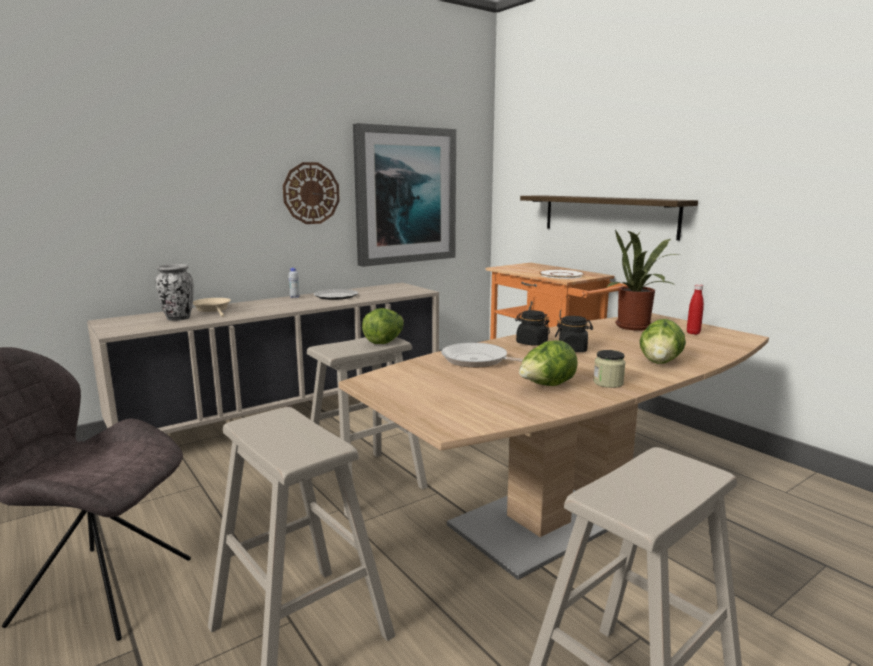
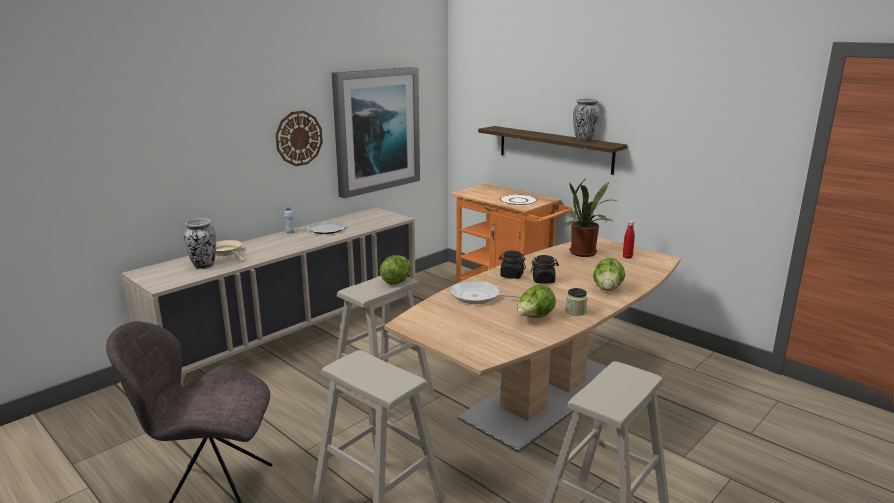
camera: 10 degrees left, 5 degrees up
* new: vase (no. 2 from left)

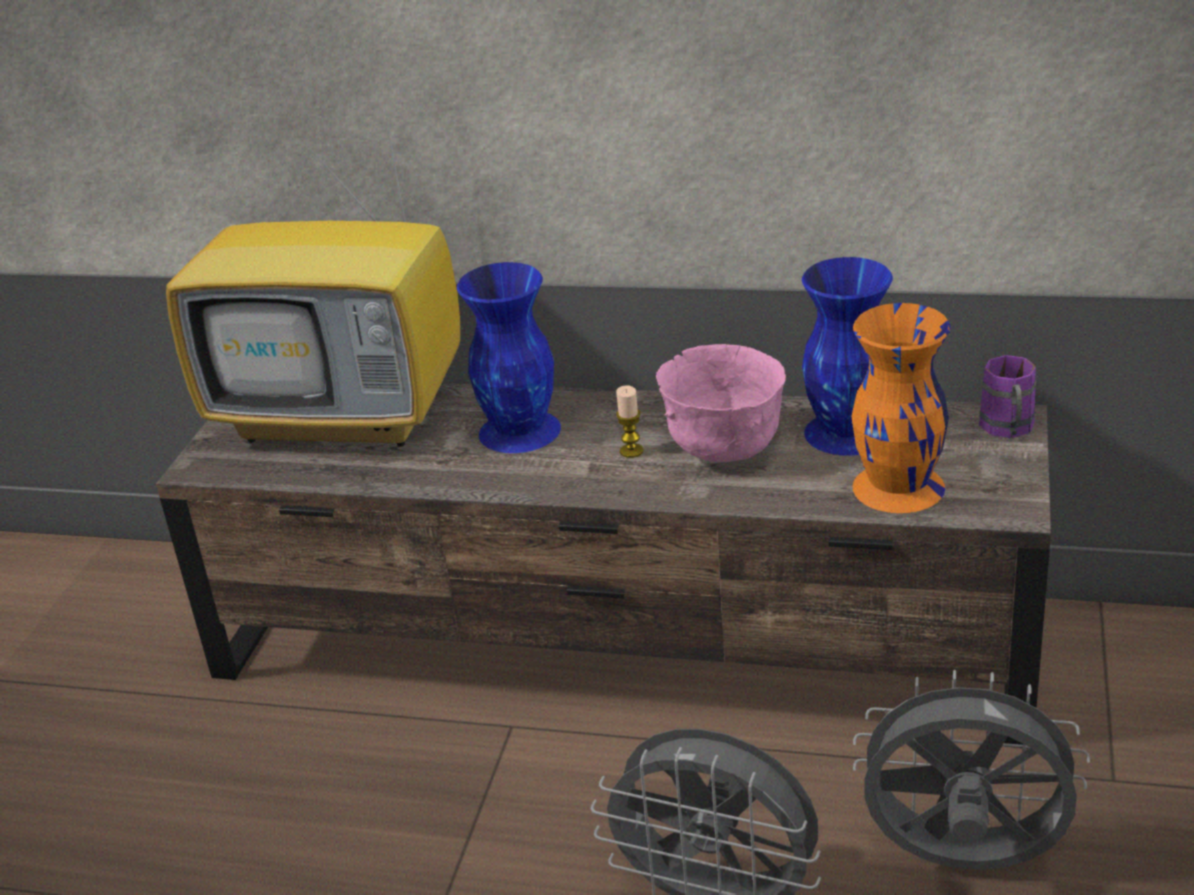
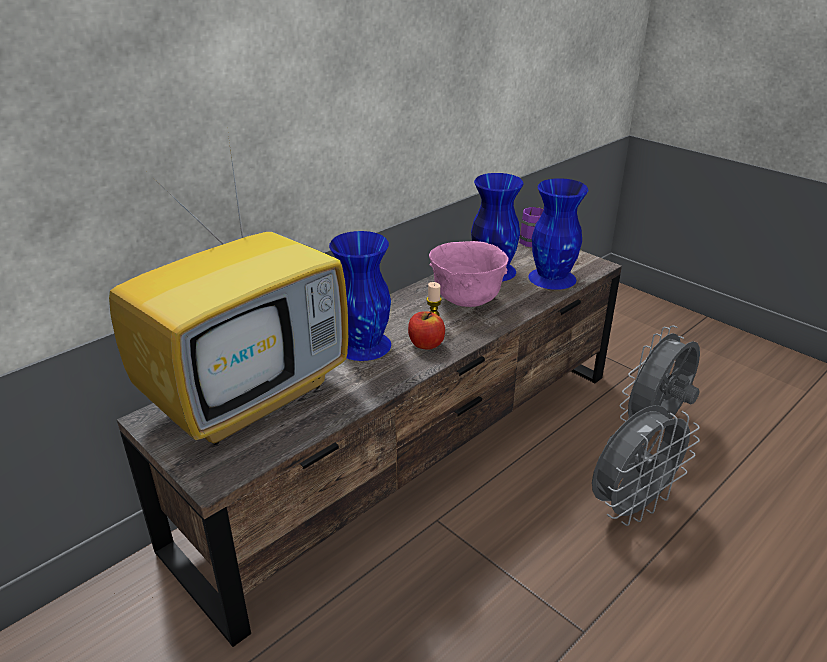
camera: 60 degrees left, 0 degrees up
* repainted: orange vase to blue vase (no. 3 from left)
* new: apple

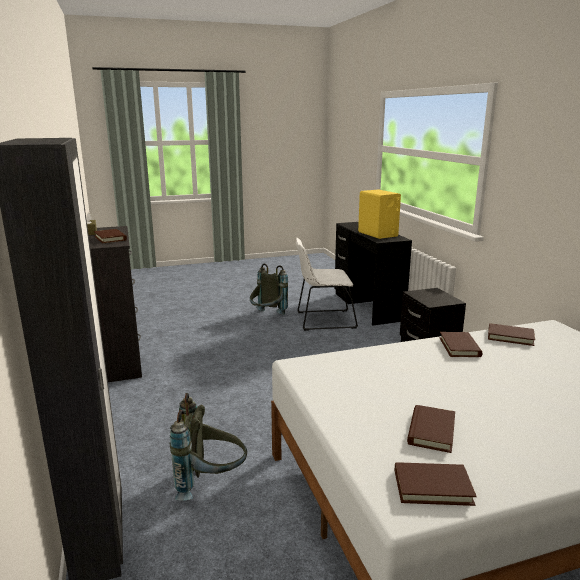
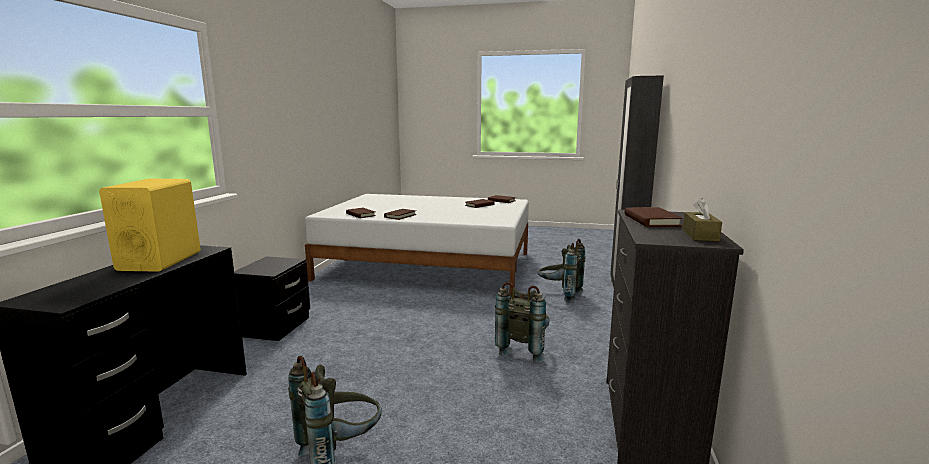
camera: 150 degrees left, 5 degrees down
* gone: white chair
* new: grey backpack (no. 2 from left)

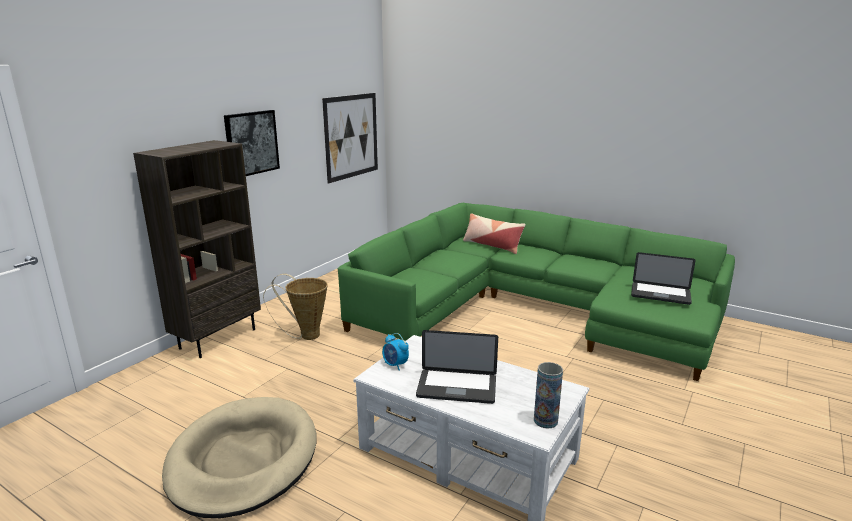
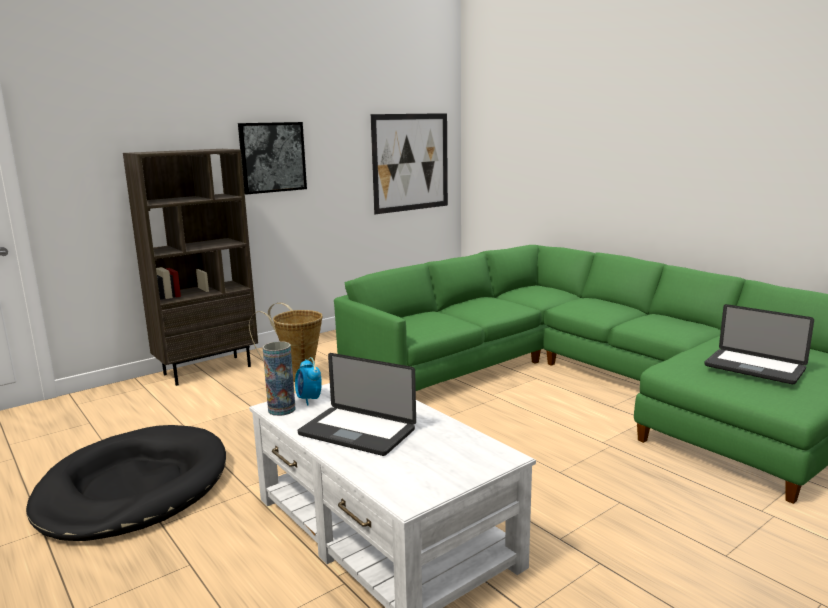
camera: 20 degrees right, 5 degrees down
* gone: pillow
* shifted: vase
* repainted: beige dog bed to black dog bed

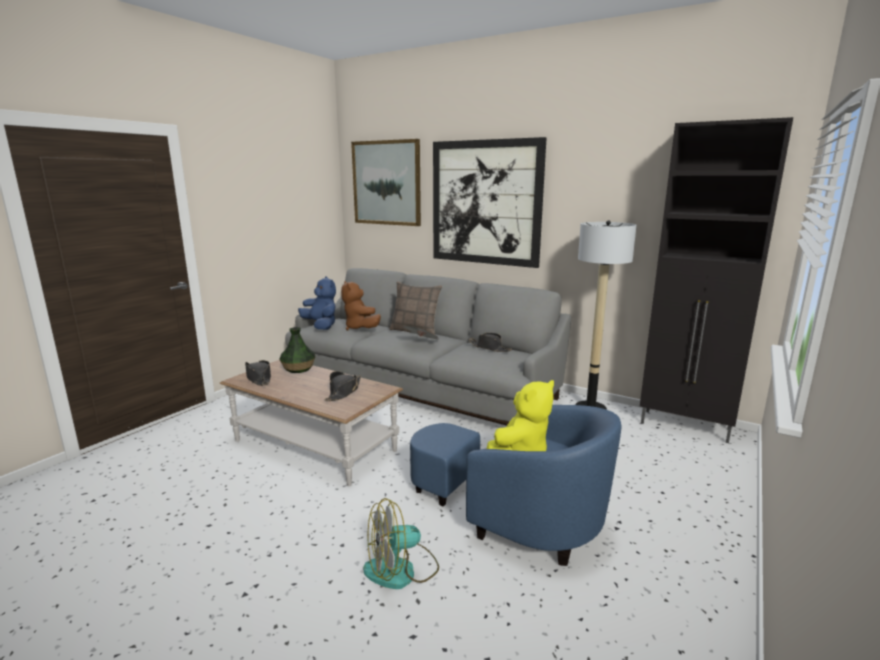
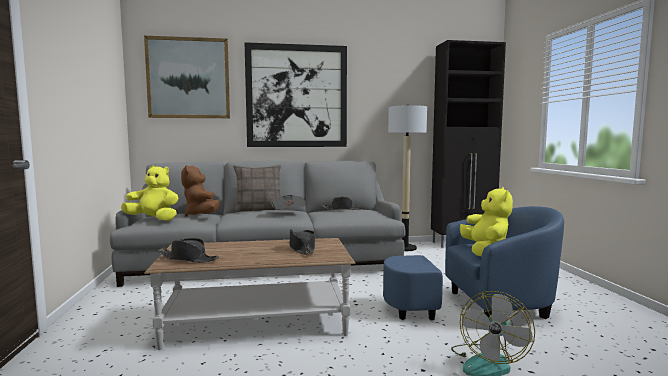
camera: 40 degrees left, 10 degrees down
* repainted: blue plush toy to yellow plush toy (no. 1 from left)
* rotated: brown plush toy 45 degrees clockwise
* gone: vase

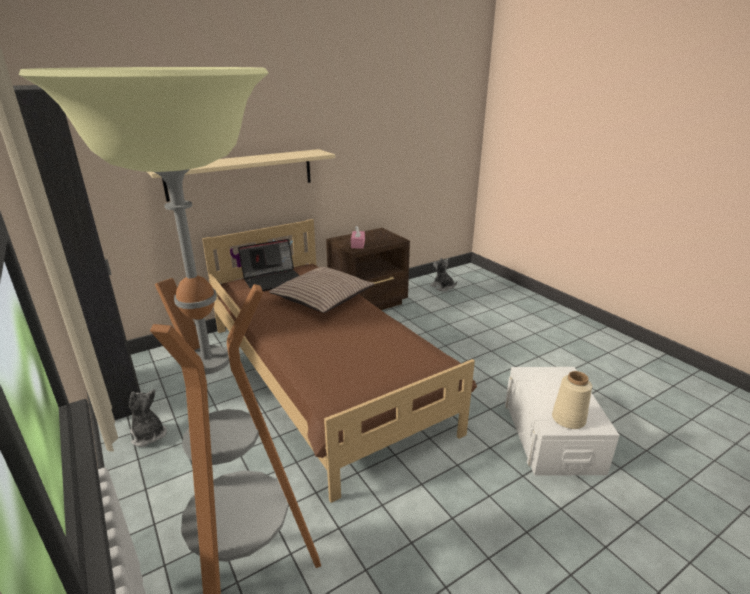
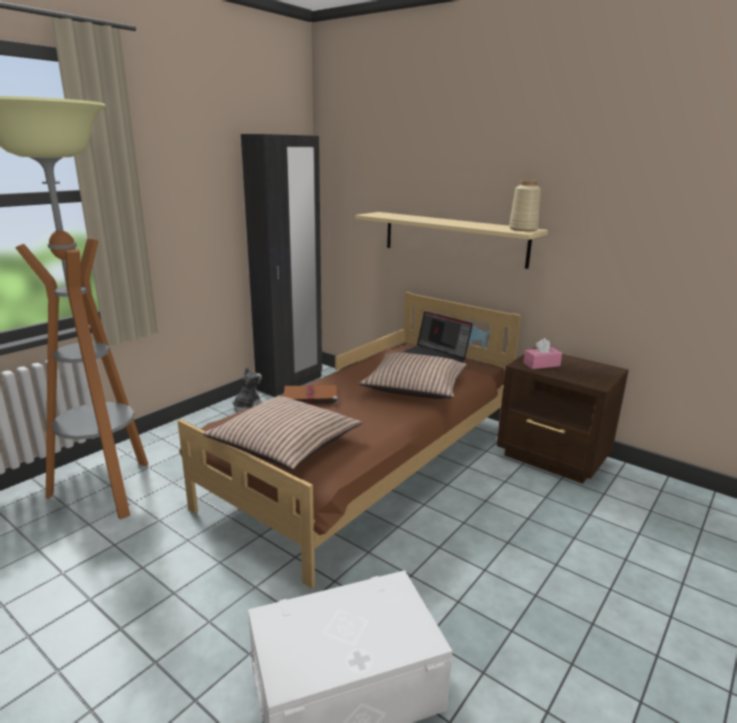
camera: 70 degrees right, 5 degrees down
* gone: plush toy (no. 2 from left)
* shifted: beige vase
* new: brown book
* new: pillow (no. 1 from left)

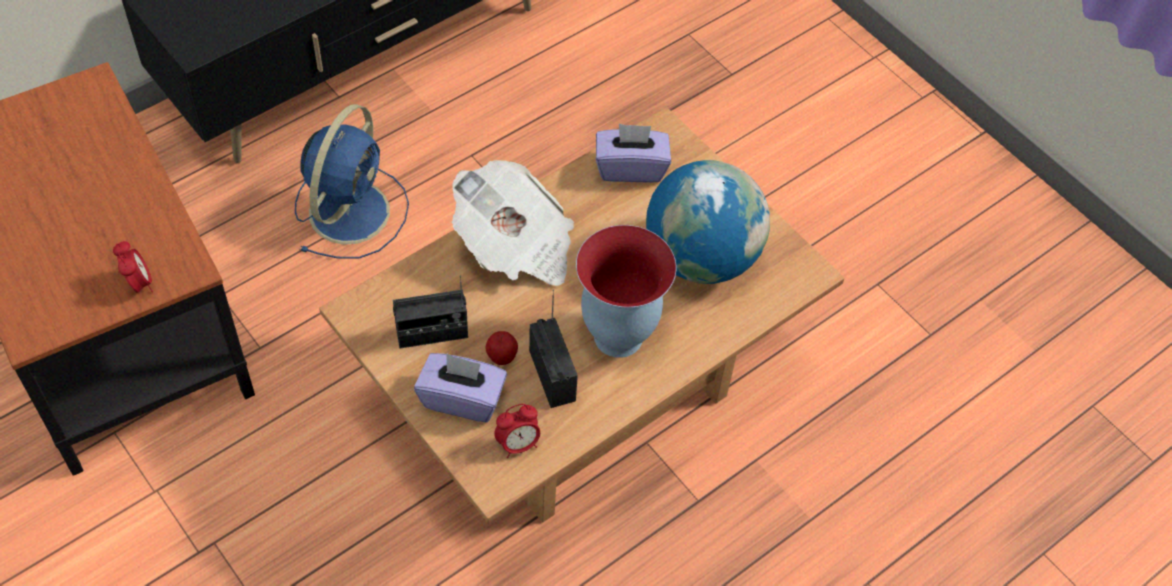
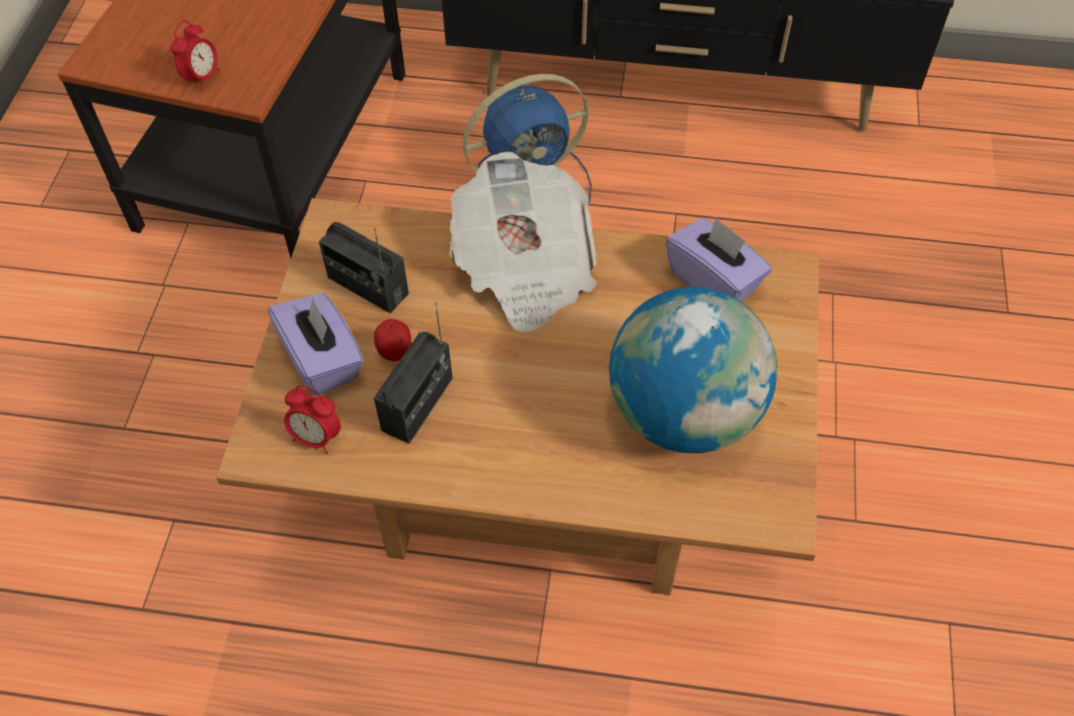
camera: 50 degrees right, 0 degrees up
* gone: vase

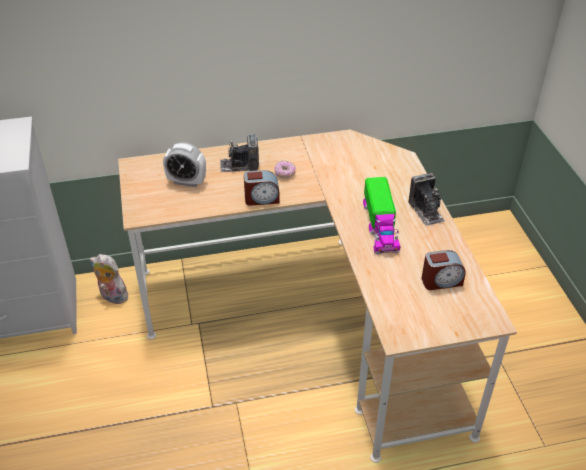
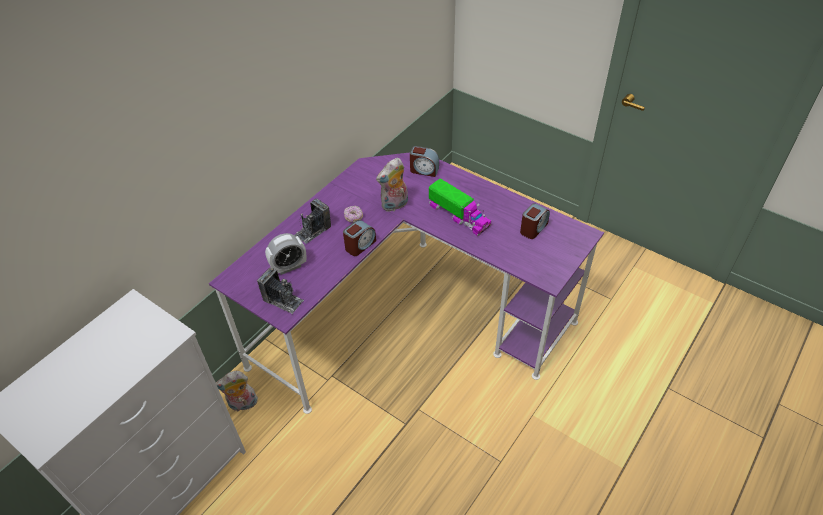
camera: 40 degrees left, 5 degrees up
* repainted: beige desk to purple desk
* shifted: photo camera (no. 2 from left in the first image) to photo camera (no. 1 from left)
* new: alarm clock (no. 3 from left)
* new: plush toy (no. 2 from left)

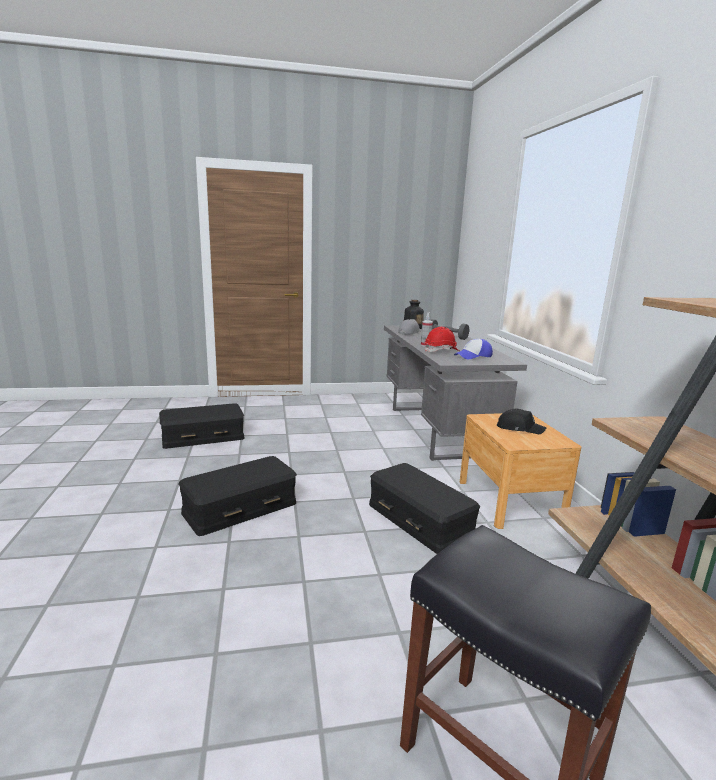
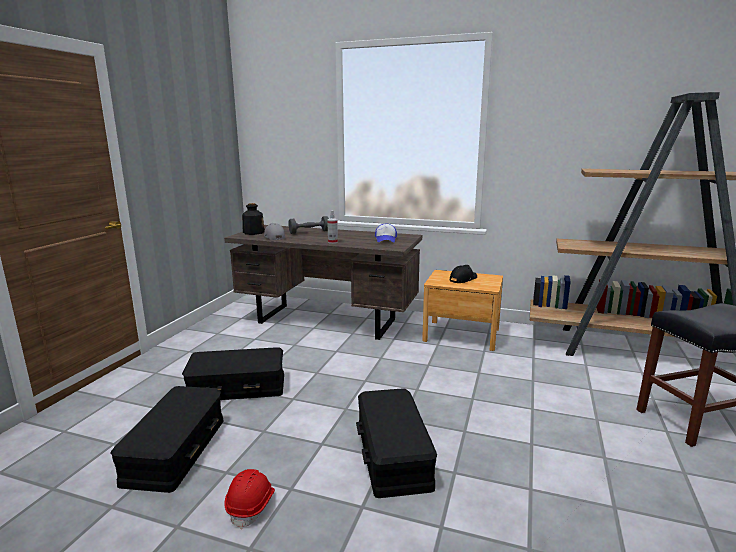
camera: 60 degrees left, 0 degrees up
* repainted: grey desk to brown desk
* shifted: red hard hat
* shifted: black storage box (no. 3 from left in the first image) to black storage box (no. 2 from left)

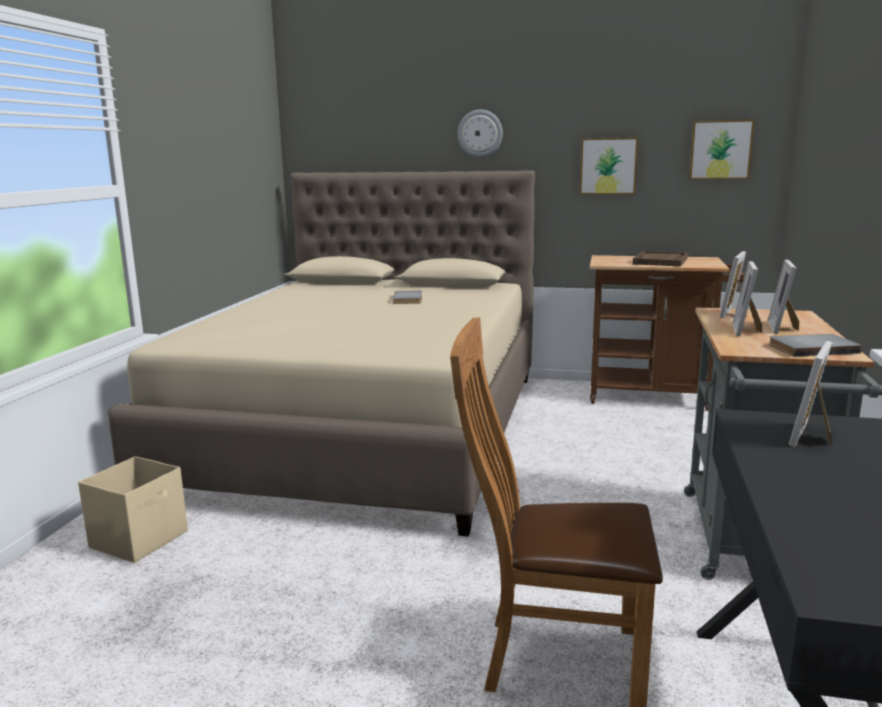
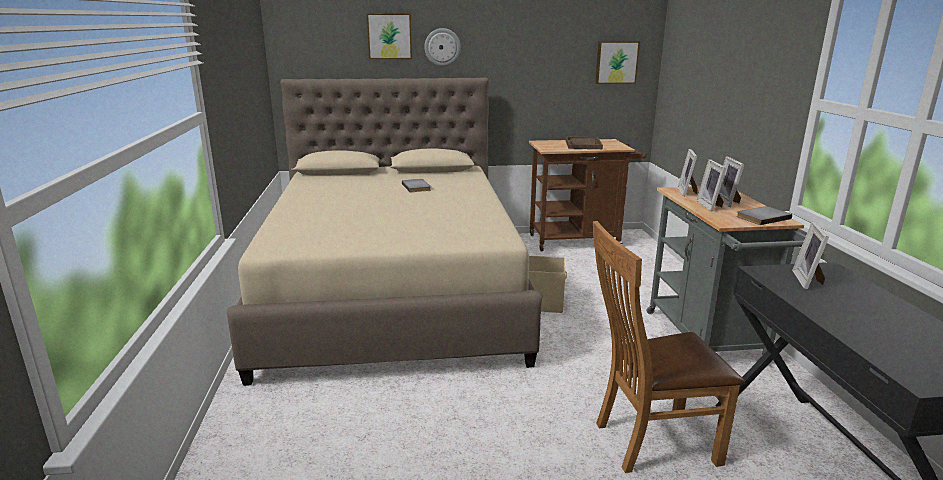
camera: 20 degrees left, 5 degrees up
* shifted: picture (no. 1 from left)
* shifted: beige storage box

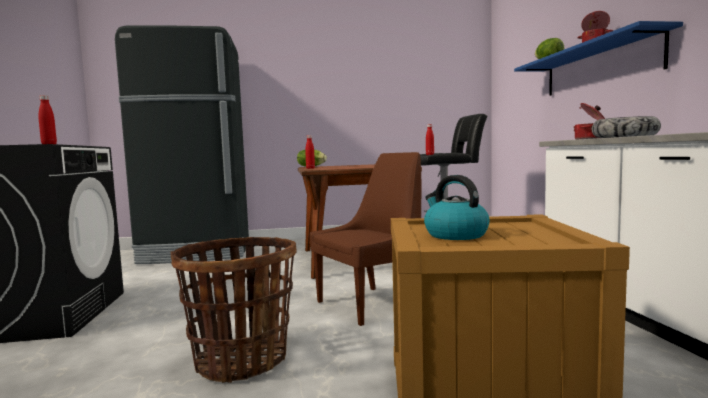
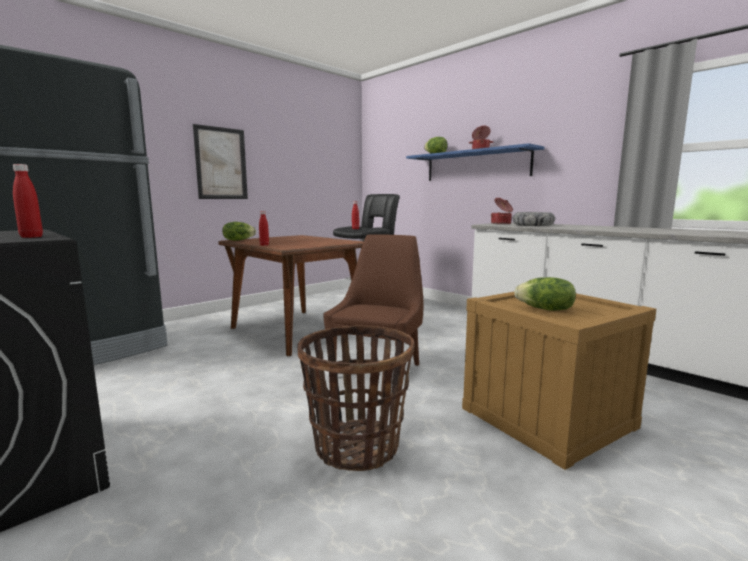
camera: 35 degrees left, 5 degrees up
* swapped: kettle to lettuce (no. 3 from left)
* new: picture

